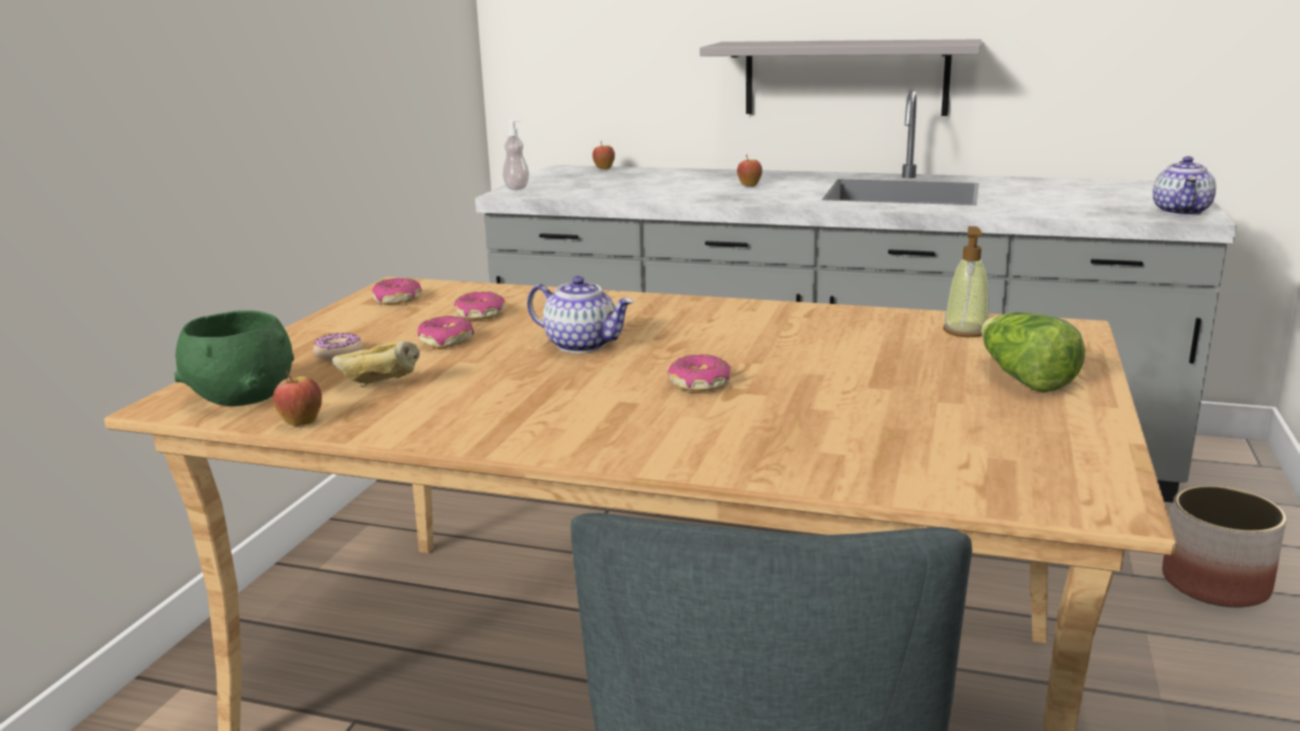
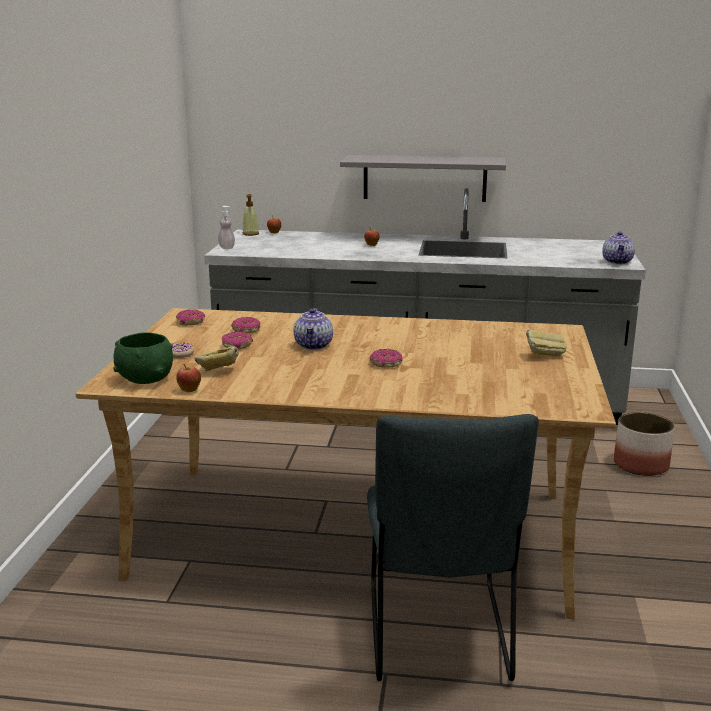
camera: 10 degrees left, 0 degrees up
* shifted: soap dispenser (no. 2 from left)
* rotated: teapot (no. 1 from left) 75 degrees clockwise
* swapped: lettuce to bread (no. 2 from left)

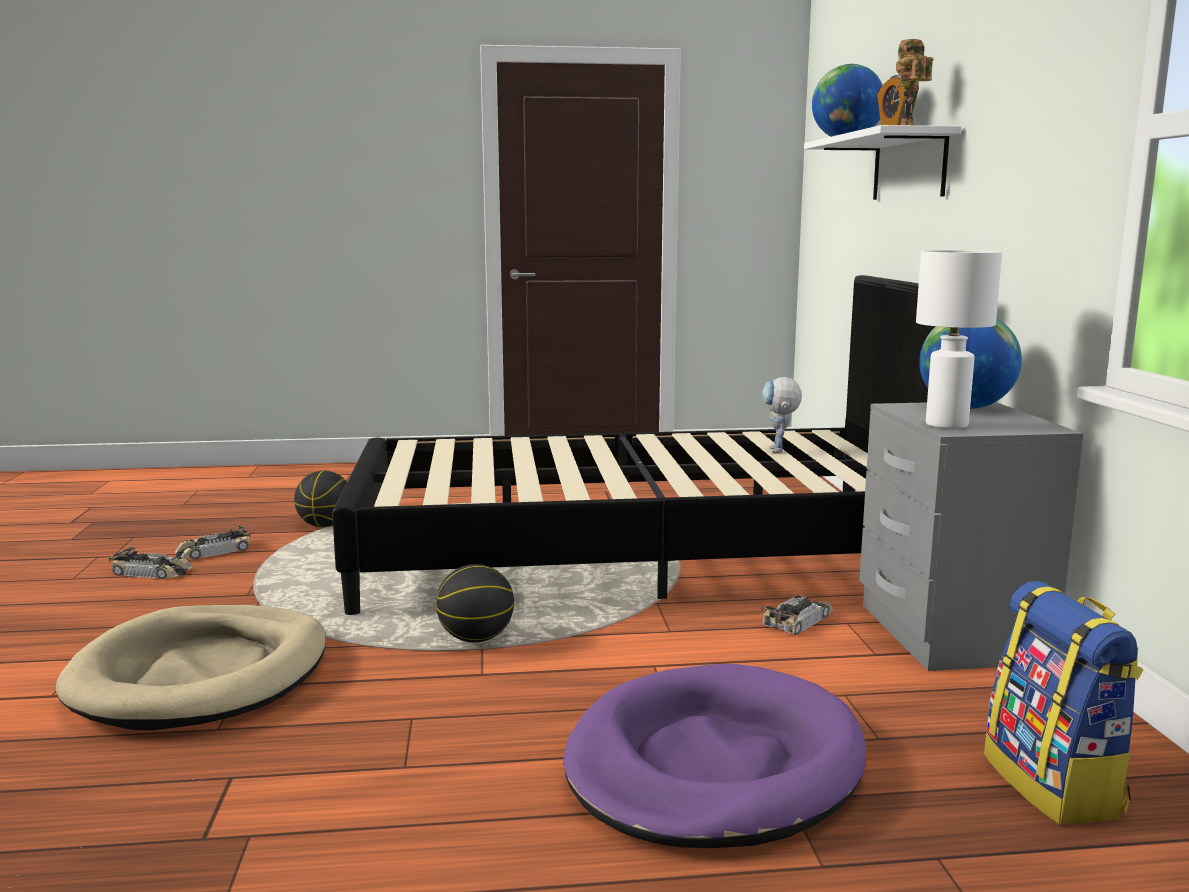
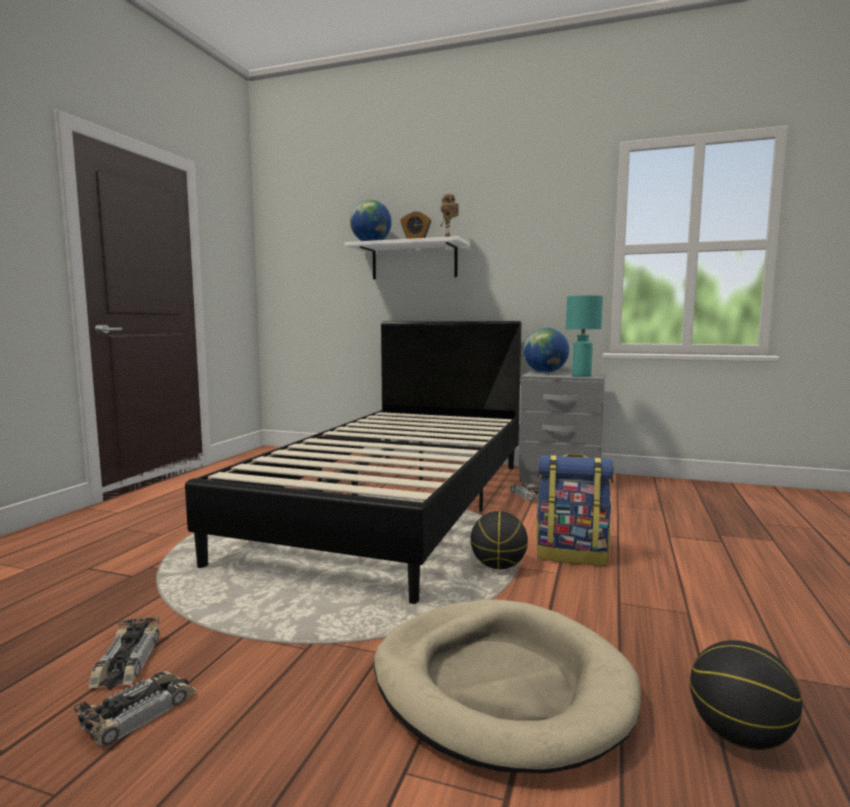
camera: 65 degrees left, 5 degrees down
* repainted: white table lamp to turquoise table lamp
* gone: toy robot (no. 1 from left)
* shifted: basketball (no. 1 from left in the first image) to basketball (no. 2 from left)
* shifted: backpack
* gone: purple dog bed

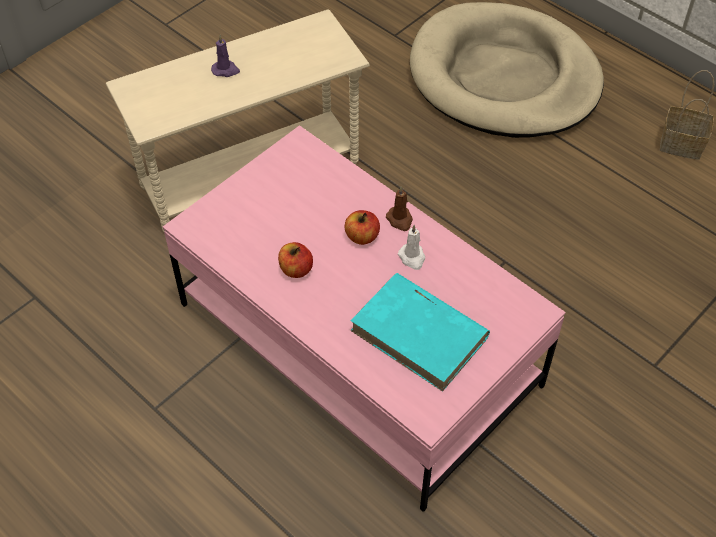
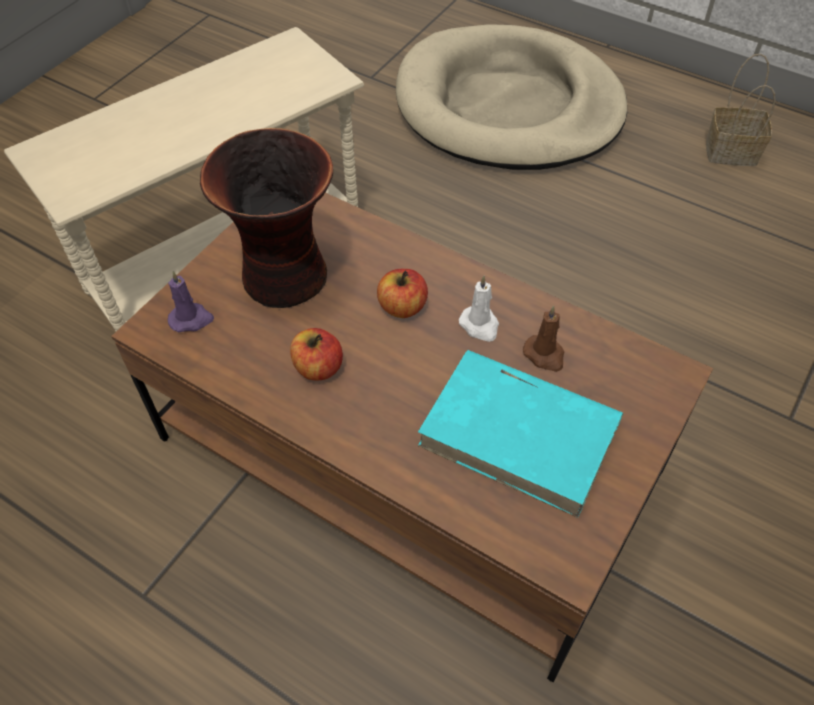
camera: 10 degrees left, 0 degrees up
* shifted: purple candle
* repainted: pink coffee table to brown coffee table
* shifted: brown candle
* new: vase

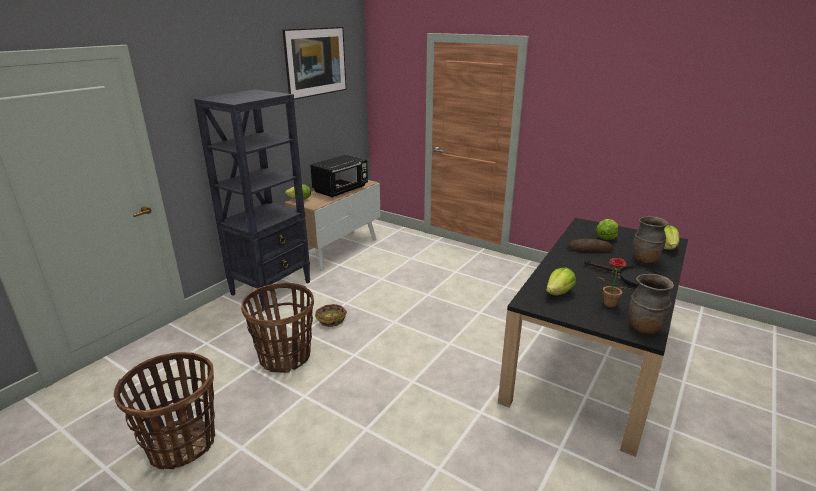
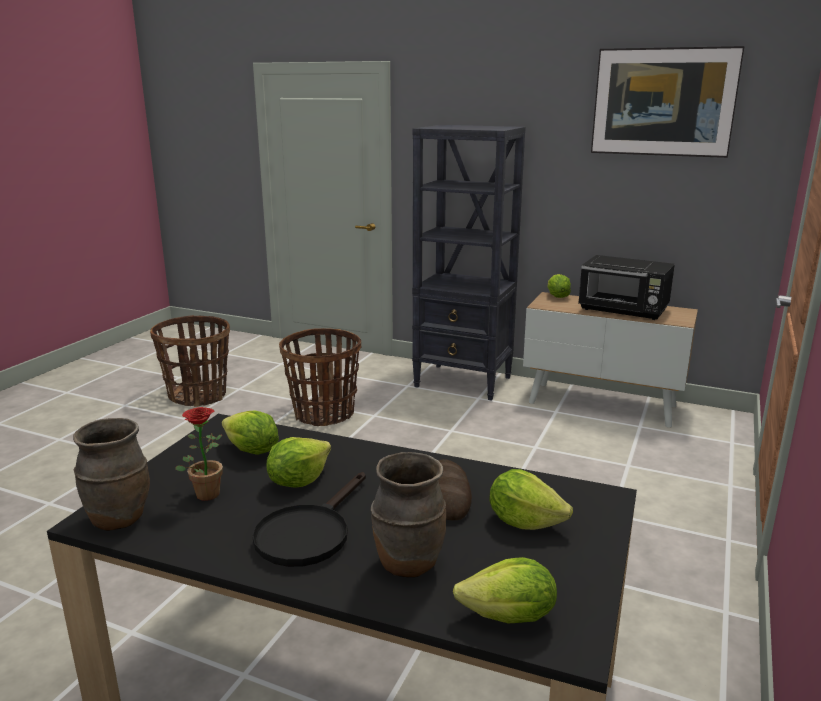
camera: 80 degrees right, 5 degrees down
* gone: basket (no. 3 from left)
* new: lettuce (no. 2 from left)

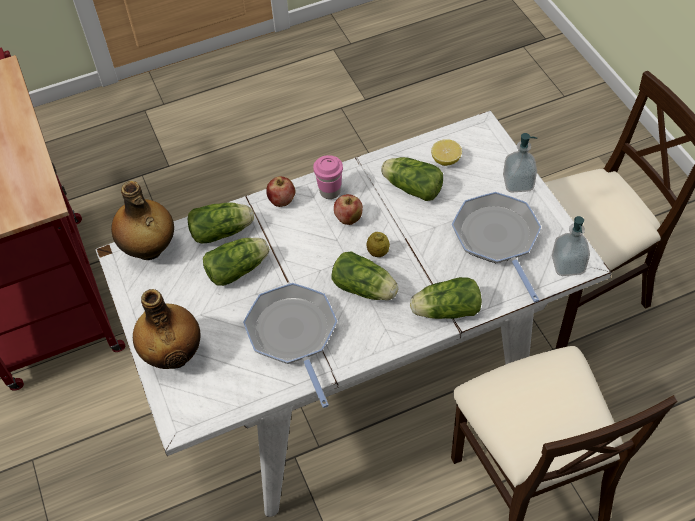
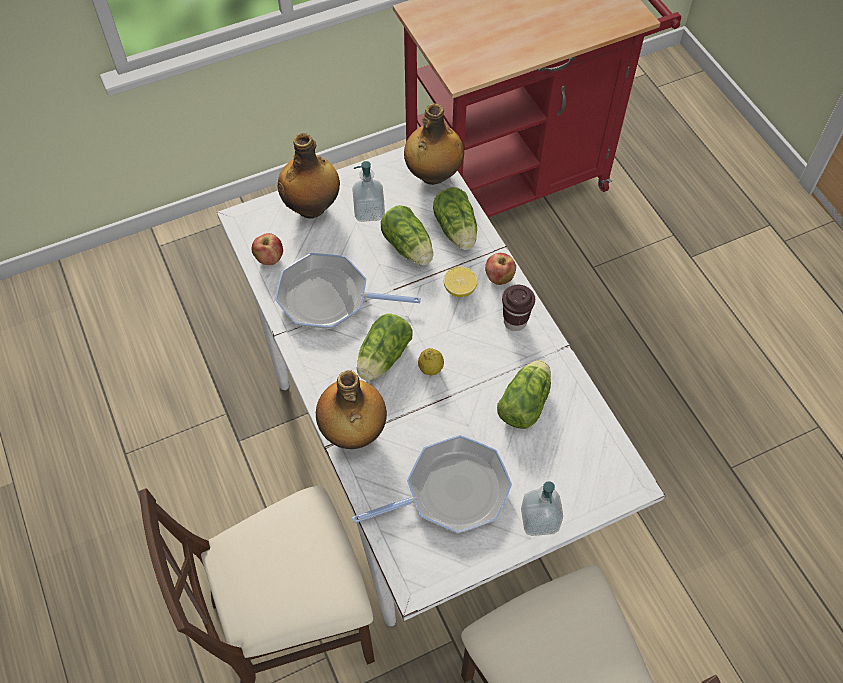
camera: 85 degrees right, 5 degrees up
* shifted: lemon (no. 2 from left)
* repainted: pink cup to brown cup
* shifted: apple (no. 2 from left in the first image) to apple (no. 1 from left)
* shifted: soap dispenser (no. 2 from left in the first image) to soap dispenser (no. 1 from left)
* swapped: lettuce (no. 5 from left) to bottle (no. 2 from left)
* rotated: frying pan (no. 1 from left) 150 degrees counterclockwise

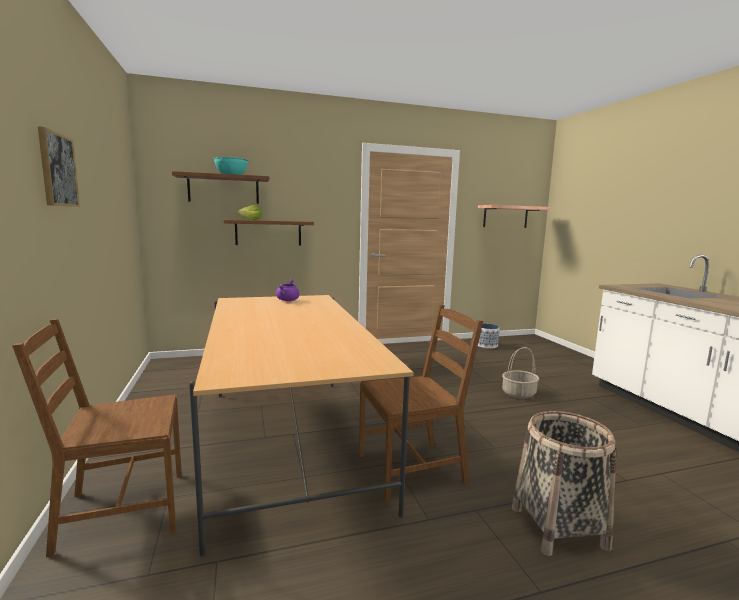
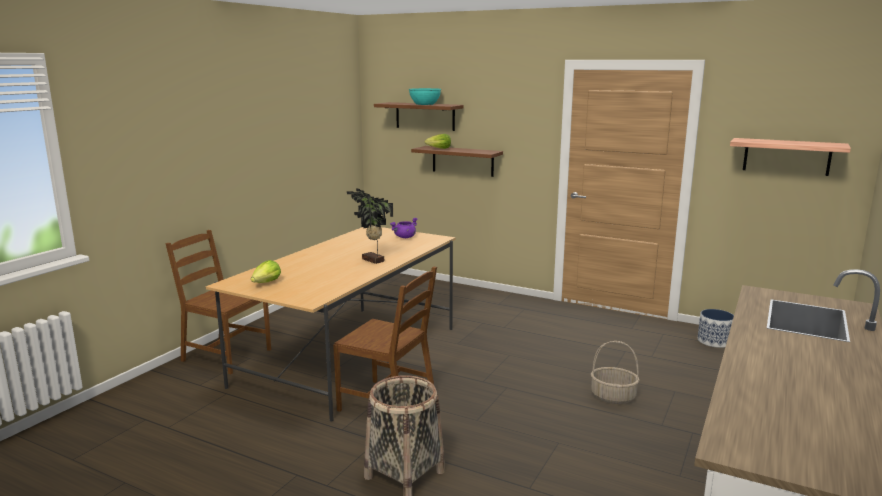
camera: 45 degrees right, 5 degrees up
* gone: picture
* new: potted plant
* new: lettuce (no. 1 from left)

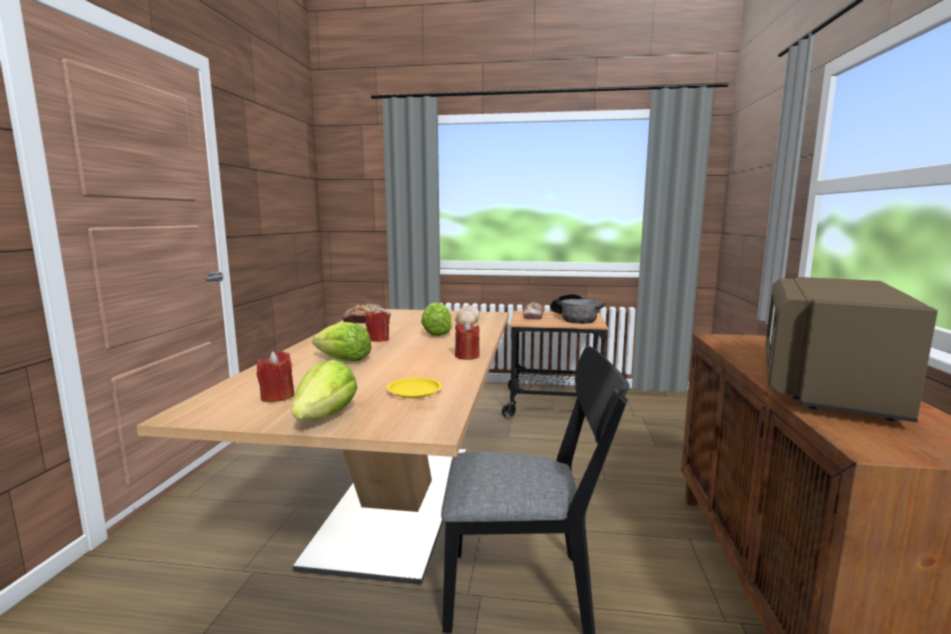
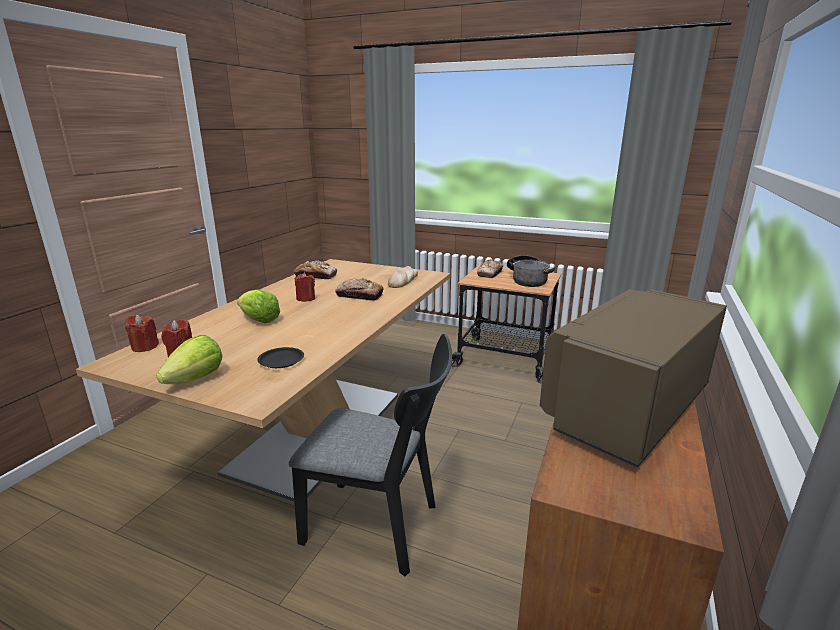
camera: 15 degrees right, 10 degrees up
* swapped: lettuce (no. 3 from left) to bread (no. 2 from left)
* shifted: red candle (no. 3 from left in the first image) to red candle (no. 1 from left)
* repainted: yellow plate to black plate

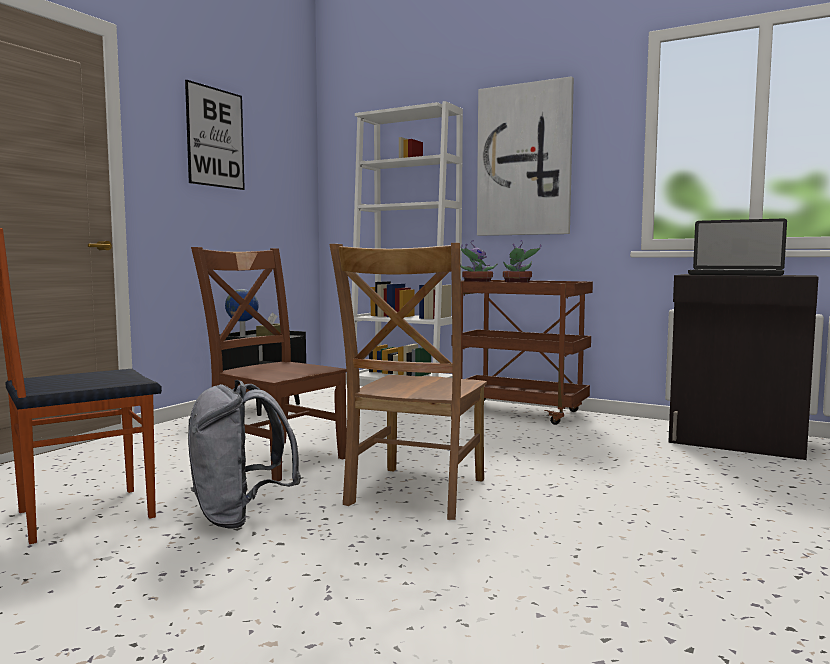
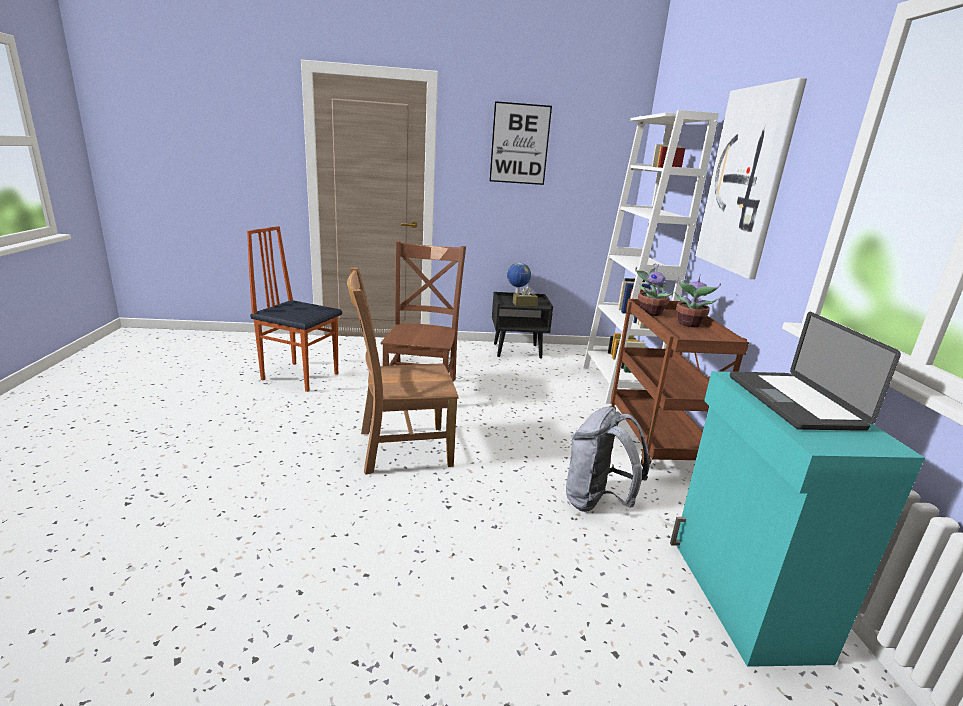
camera: 55 degrees right, 15 degrees up
* repainted: black cabinet to turquoise cabinet
* shifted: grey backpack

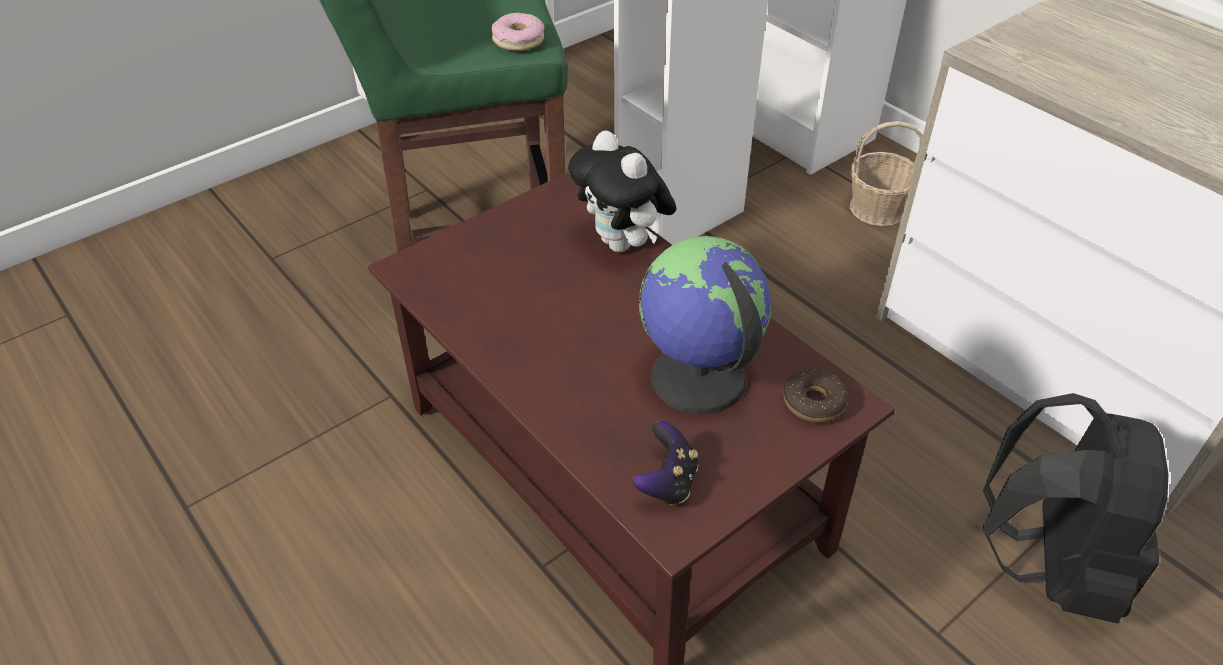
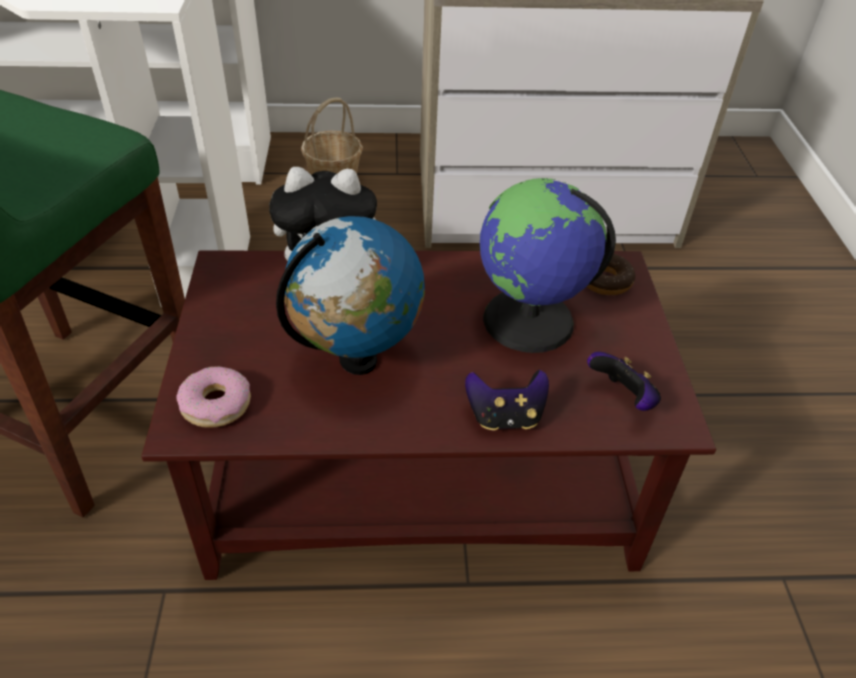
camera: 55 degrees left, 0 degrees up
* shifted: donut (no. 1 from left)
* gone: black backpack
* new: globe (no. 1 from left)
* new: game controller (no. 1 from left)

